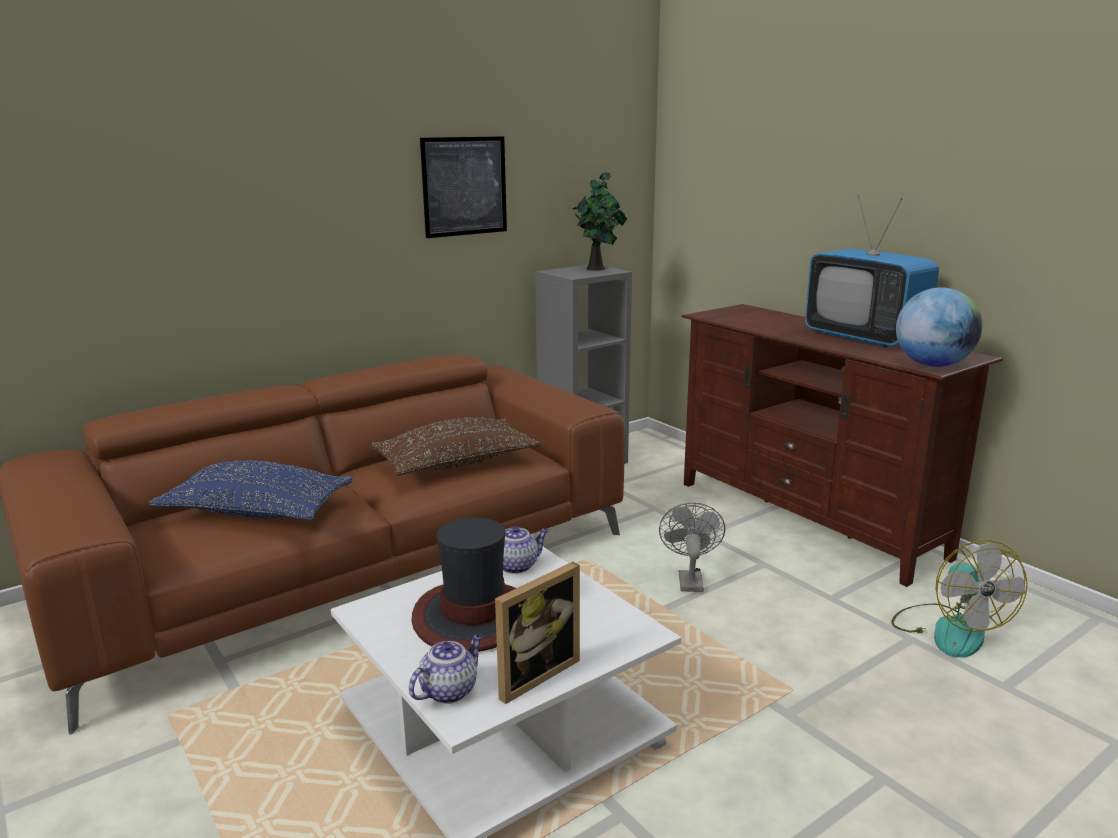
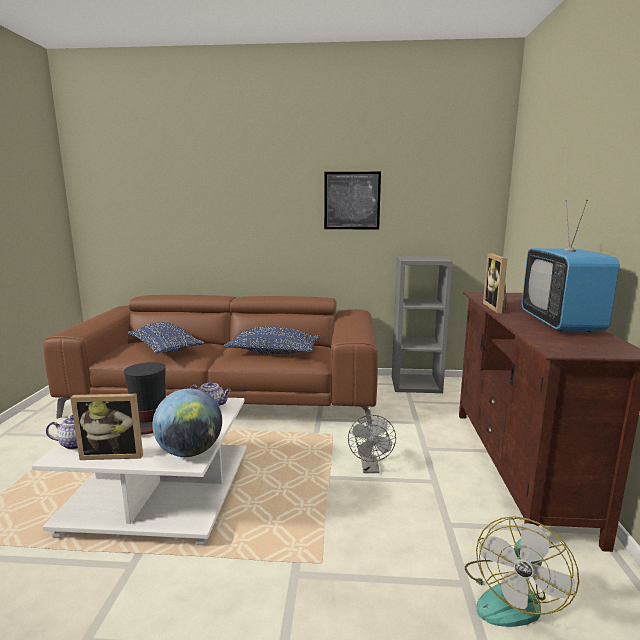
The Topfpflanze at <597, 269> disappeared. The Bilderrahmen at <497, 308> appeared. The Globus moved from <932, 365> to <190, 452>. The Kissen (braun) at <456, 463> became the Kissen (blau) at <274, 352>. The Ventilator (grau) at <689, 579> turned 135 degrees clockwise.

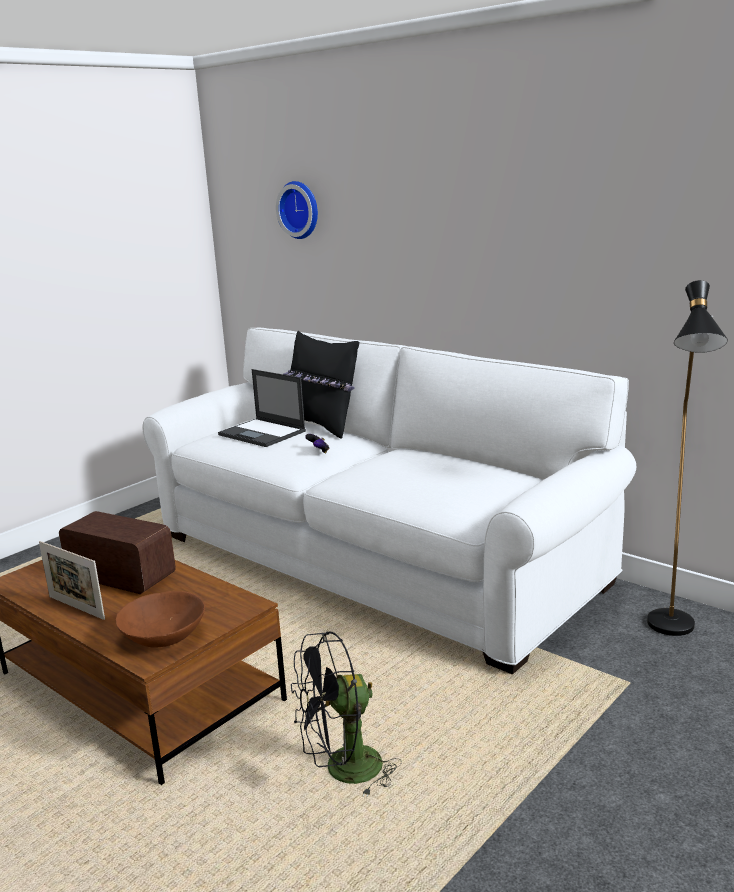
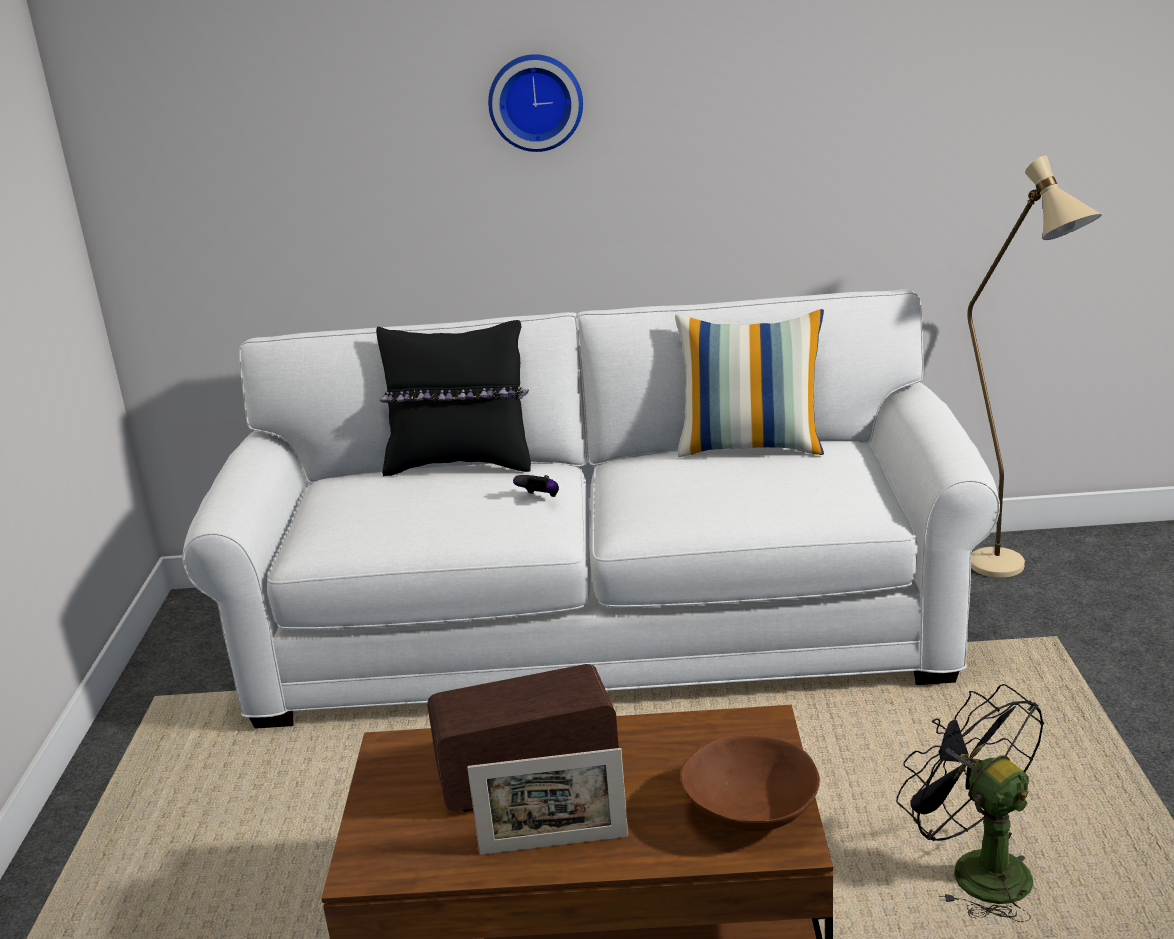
The Laptop at <263, 433> disappeared. The Kissen at <751, 446> appeared. The Wanduhr moved from <300, 209> to <536, 102>. The Stehlampe (schwarz) at <673, 633> became the Stehlampe (beige) at <1012, 572>. The Ventilator (schwarz) at <343, 771> turned 120 degrees clockwise.

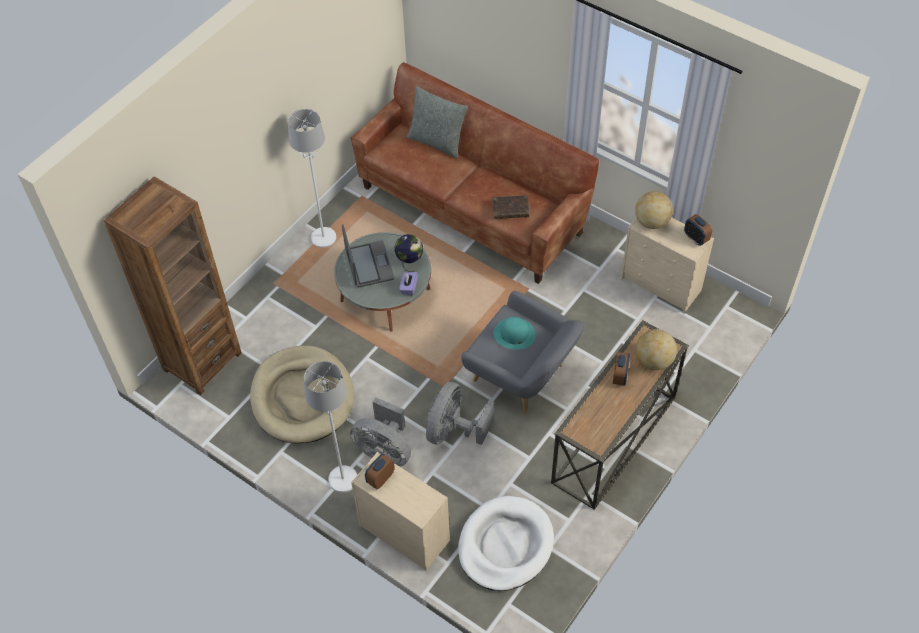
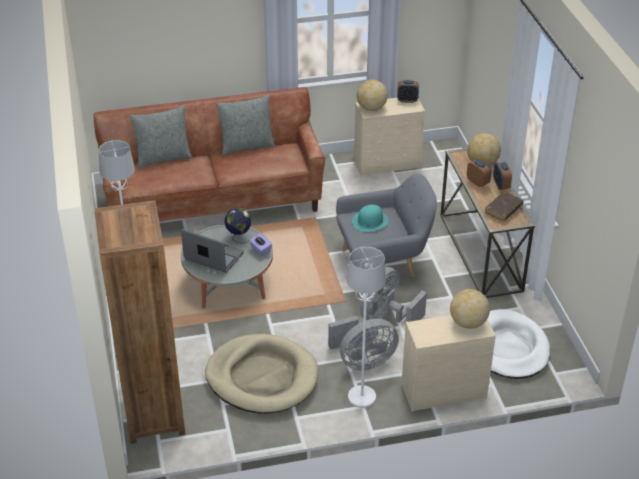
The Kissen (grau) at <247, 146> appeared. The Globus at <468, 323> appeared. The Wecker moved from <380, 478> to <501, 185>. The Buch (braun) moved from <510, 210> to <503, 210>. The Ventilator (grau) at <453, 430> turned 60 degrees clockwise.

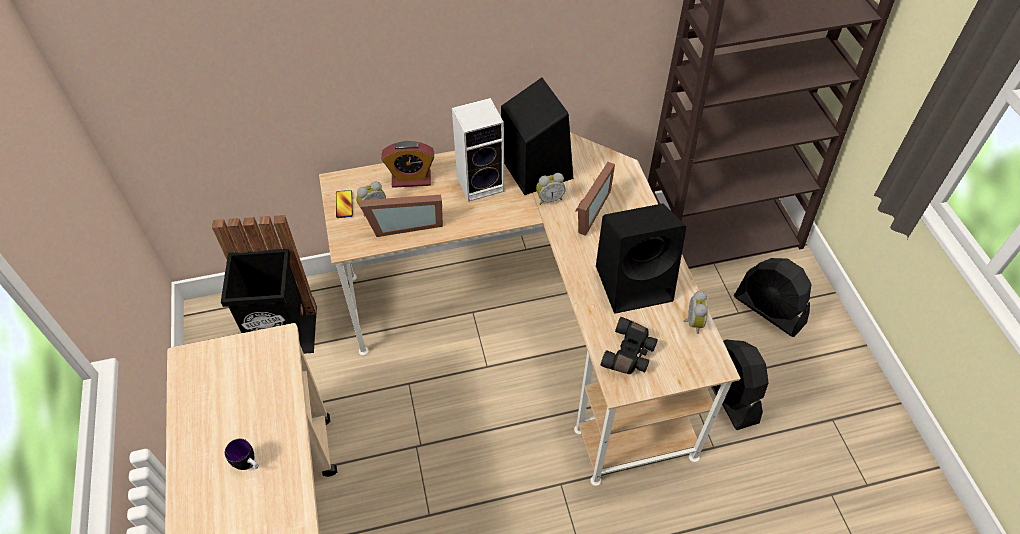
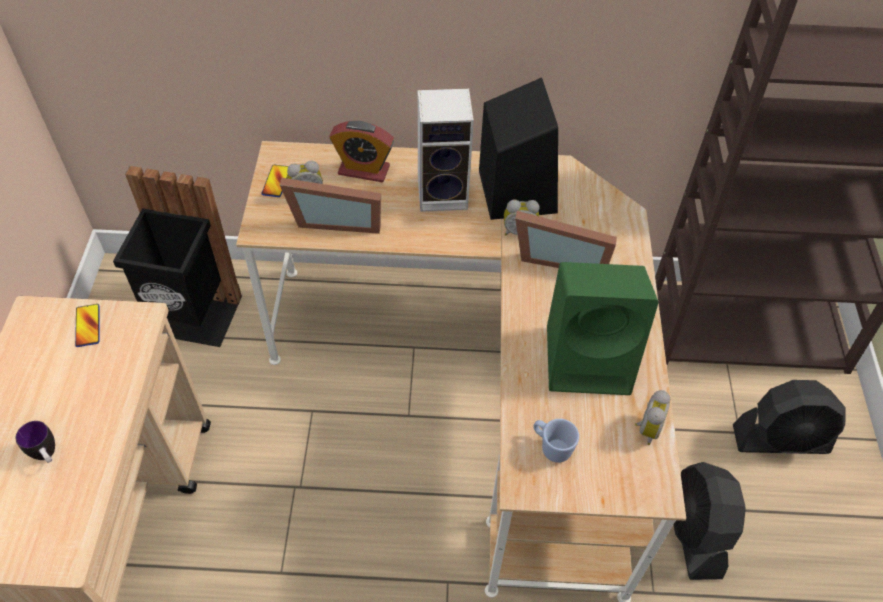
The Handy at <88, 326> appeared. The Fernglas (schwarz) at <630, 354> was replaced by the Henkelbecher (blau) at <551, 447>. The Lautsprecher (schwarz) at <635, 282> became the Lautsprecher (grün) at <590, 359>. The Bilderrahmen at <586, 212> turned 60 degrees clockwise. The Ventilator (schwarz) at <769, 310> turned 60 degrees counterclockwise.

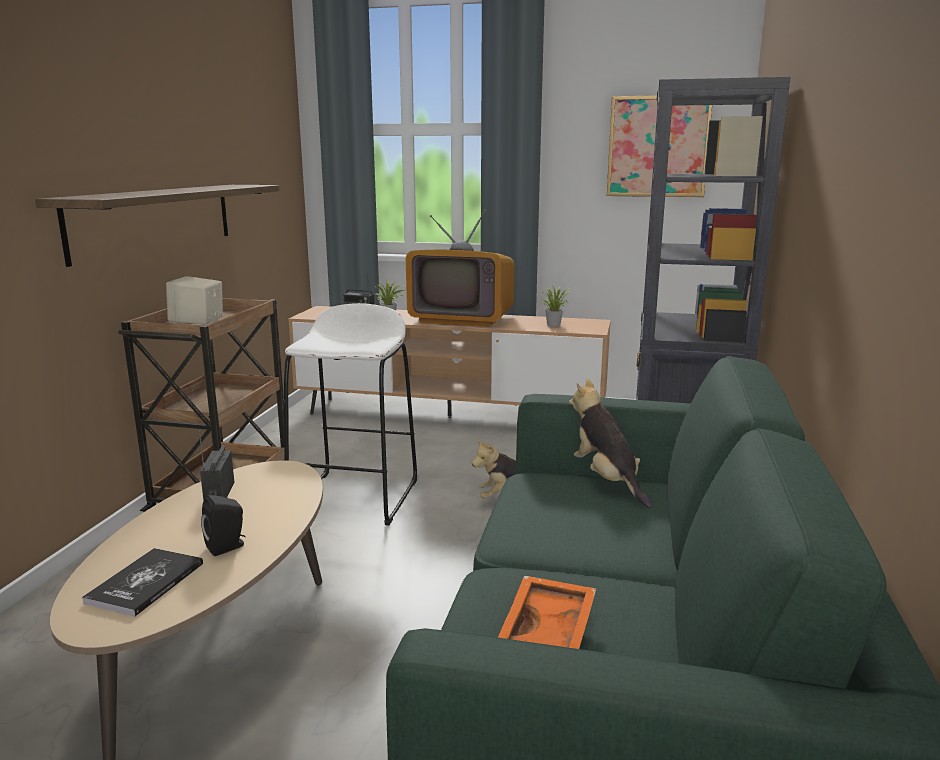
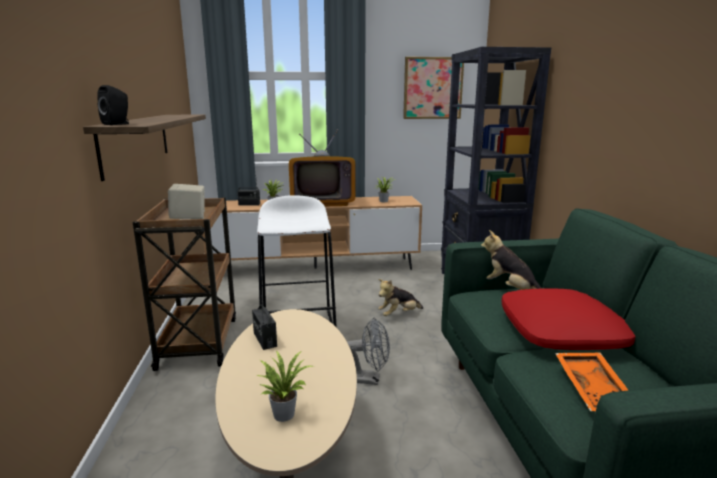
The Ventilator (grau) at <369, 379> appeared. The Kissen (rot) at <561, 332> appeared. The Lautsprecher (schwarz) moved from <227, 547> to <118, 124>. The Buch at <145, 583> was replaced by the Topfpflanze at <284, 413>.

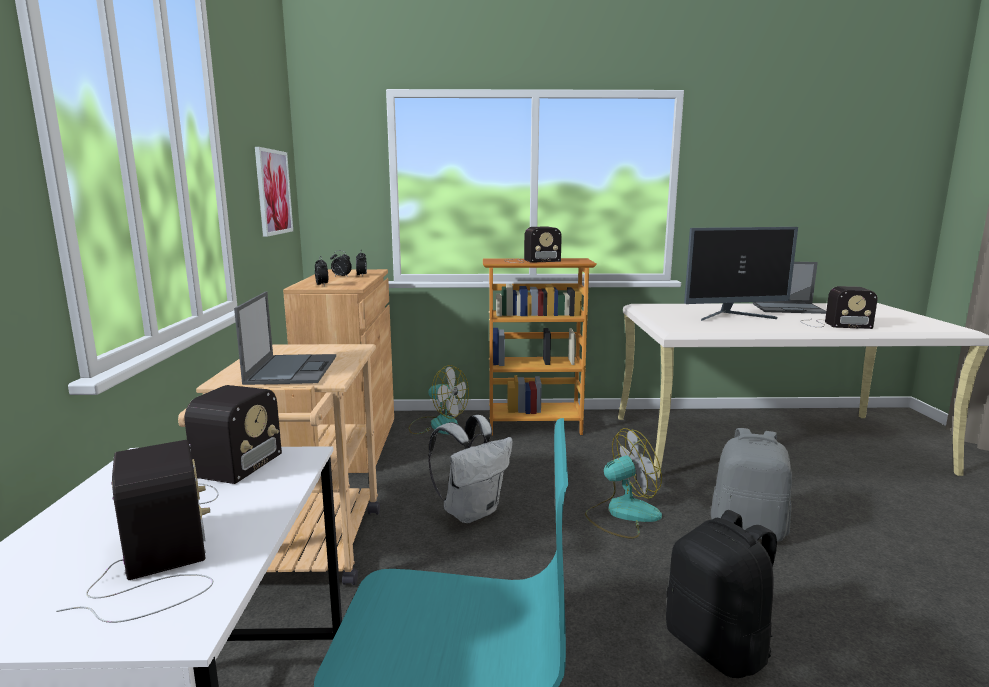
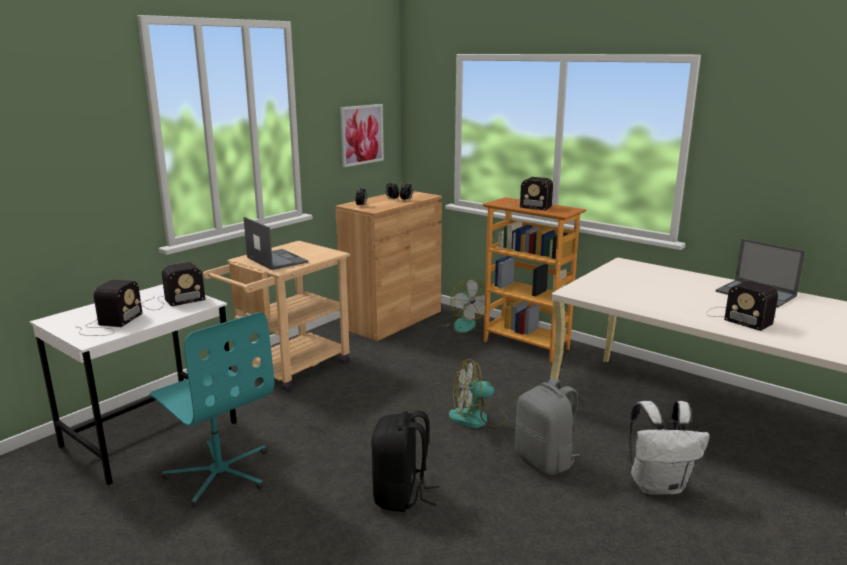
The Monitor at <733, 316> disappeared. The Rucksack (weiß) moved from <471, 511> to <658, 485>. The Laptop at <292, 369> turned 75 degrees counterclockwise. The Ventilator at <622, 514> turned 150 degrees clockwise.

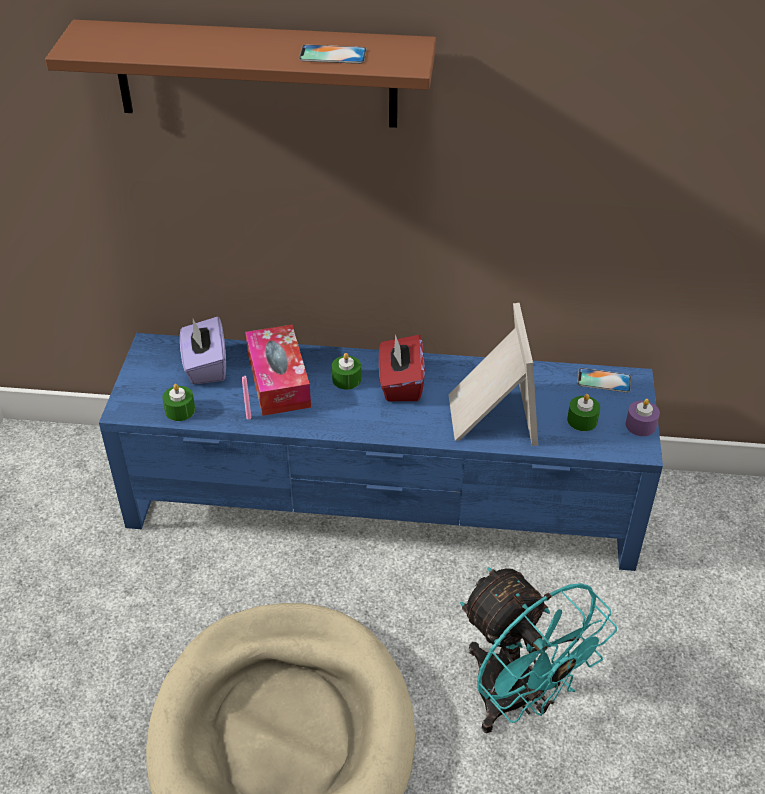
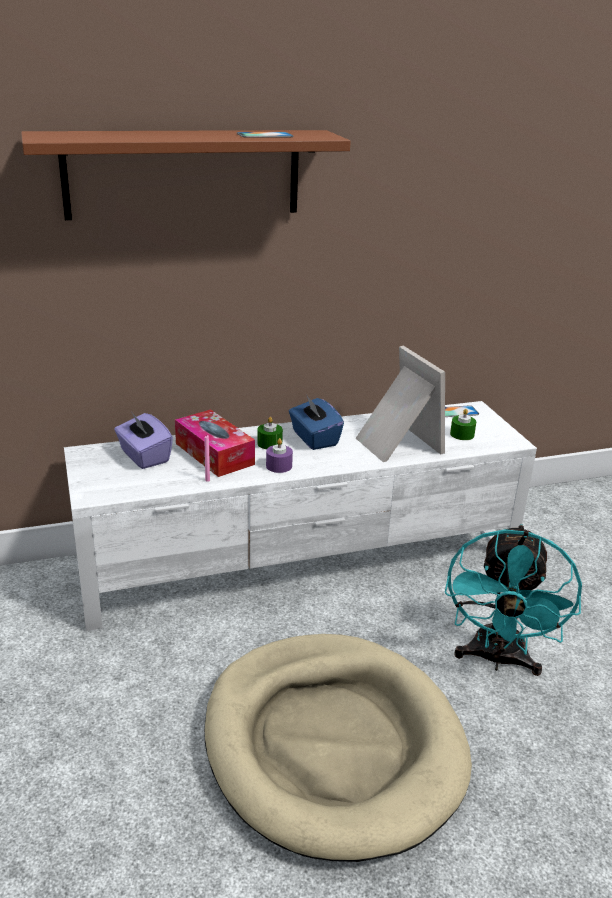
The Kerze (grün) at <180, 410> disappeared. The Kerze (lila) moved from <640, 425> to <279, 466>. The Fernsehschrank (blau) at <385, 501> became the Fernsehschrank (weiß) at <303, 558>. The Taschentuchbox (rot) at <400, 383> became the Taschentuchbox (blau) at <314, 438>. The Ventilator (türkis) at <517, 700> turned 75 degrees clockwise.

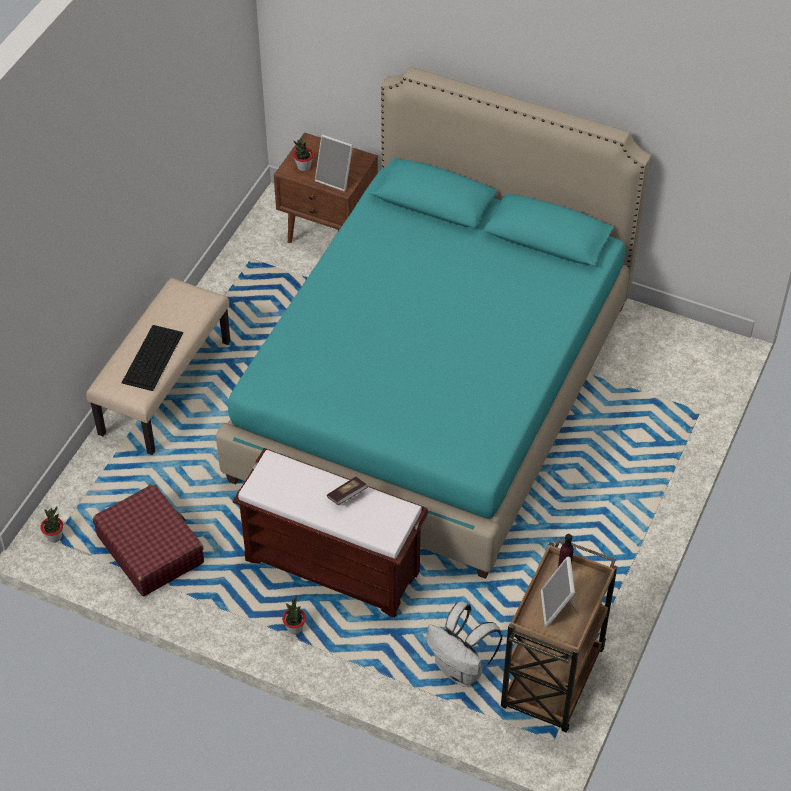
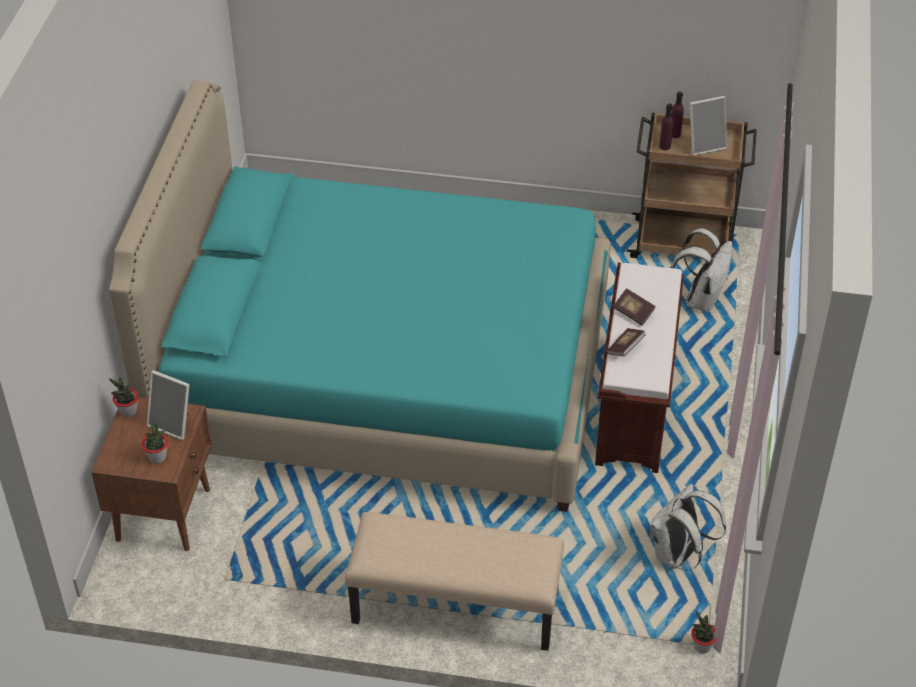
The Tastatur at <152, 357> disappeared. The Buch at <625, 348> appeared. The Flasche (lila) at <675, 134> appeared. The Topfpflanze moved from <295, 628> to <128, 411>. The Koffer (rot) at <150, 548> was replaced by the Rucksack (weiß) at <678, 555>. The Bilderrahmen at <335, 179> turned 105 degrees clockwise.

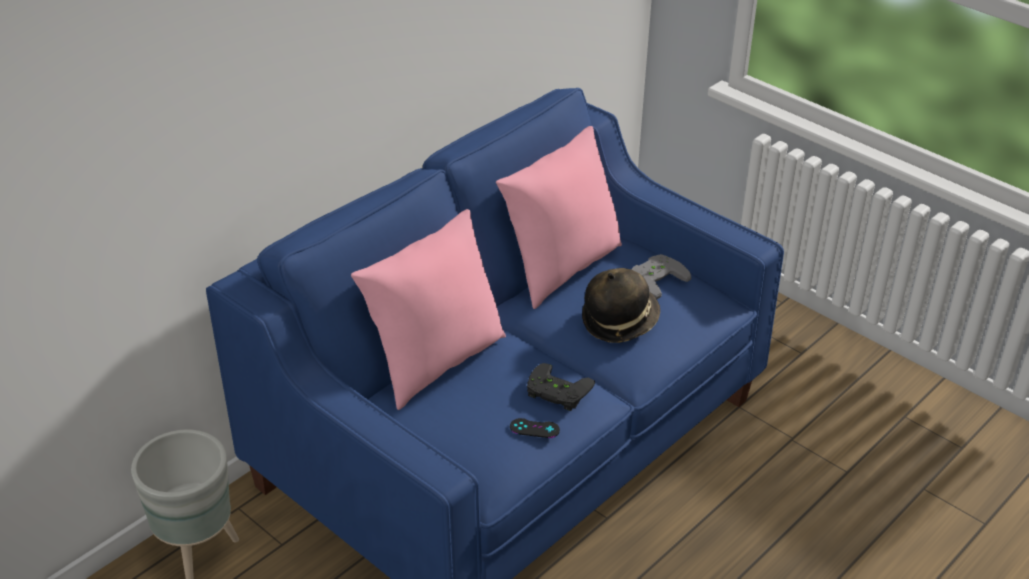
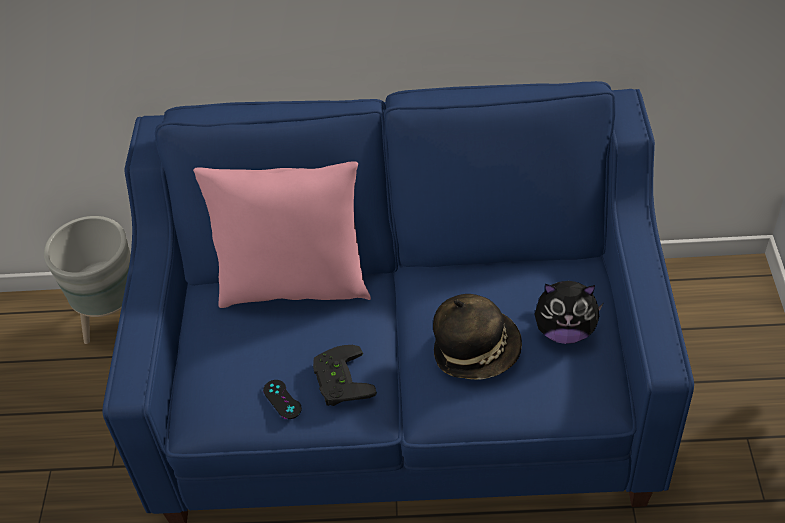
The Kissen (rosa) at <560, 269> disappeared. The Gamepad (grau) at <655, 278> was replaced by the Plüschtier at <564, 331>.

